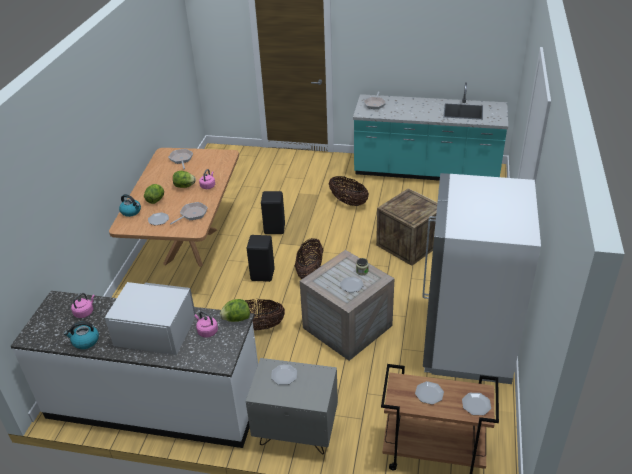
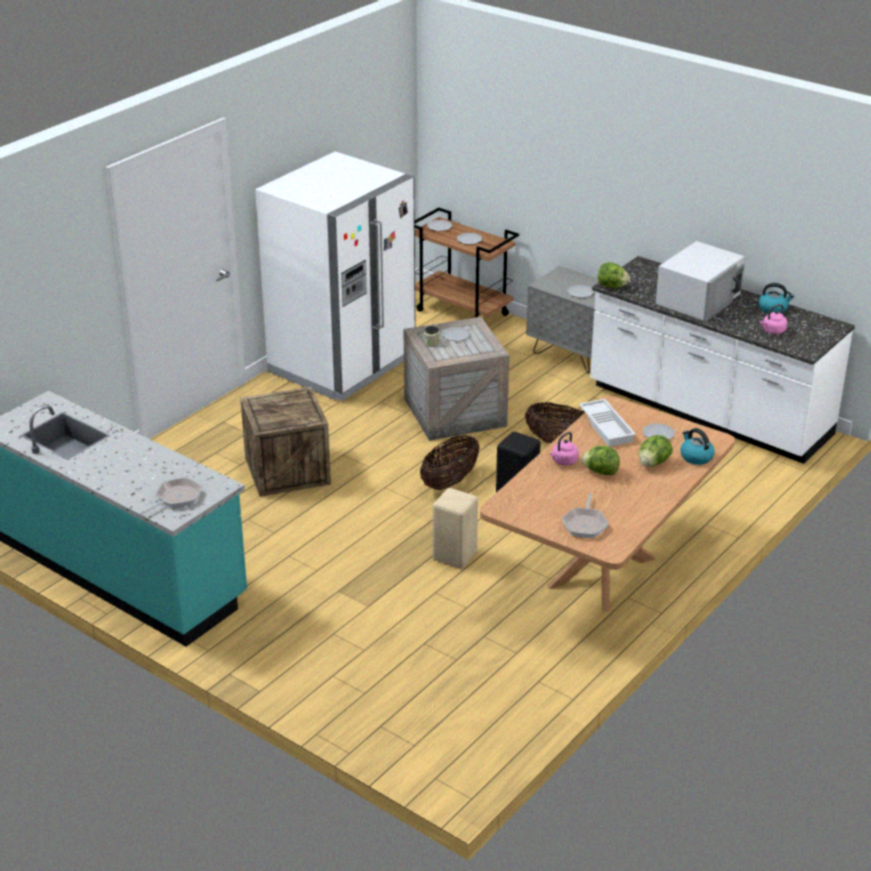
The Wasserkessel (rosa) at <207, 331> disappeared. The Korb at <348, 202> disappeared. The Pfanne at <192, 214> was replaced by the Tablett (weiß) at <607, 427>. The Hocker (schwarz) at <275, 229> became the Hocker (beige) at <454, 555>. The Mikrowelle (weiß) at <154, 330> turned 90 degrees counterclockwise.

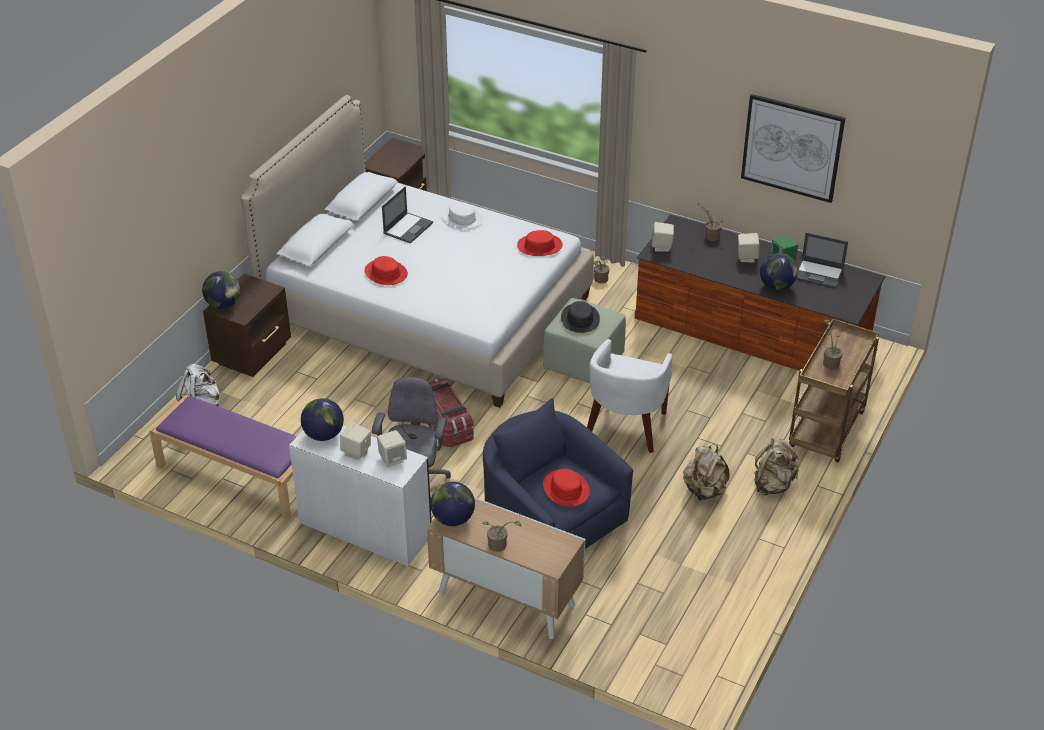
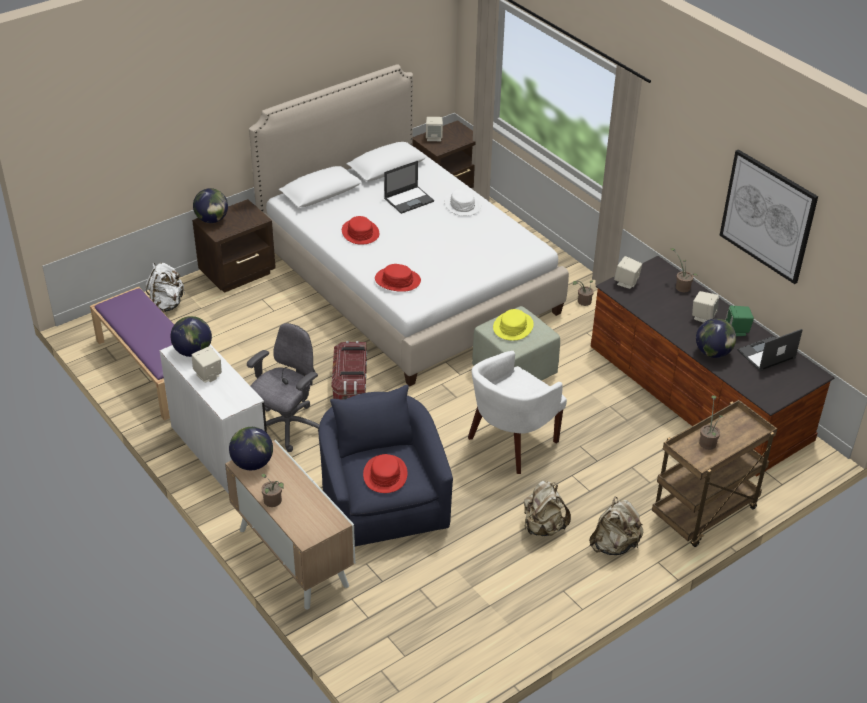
The Lautsprecher (beige) moved from <392, 459> to <434, 138>. The Hut (rot) moved from <539, 246> to <397, 280>. The Hut (schwarz) at <580, 319> became the Hut (gelb) at <513, 326>. The Laptop at <819, 274> turned 105 degrees clockwise.

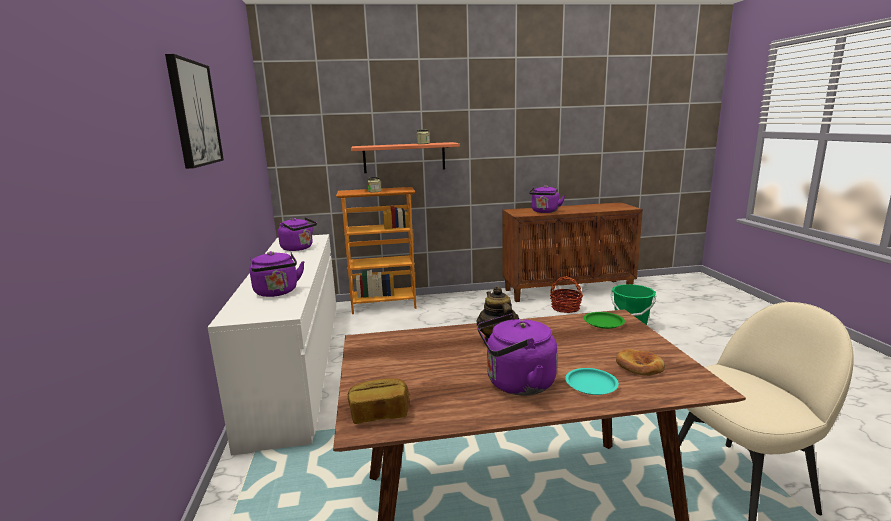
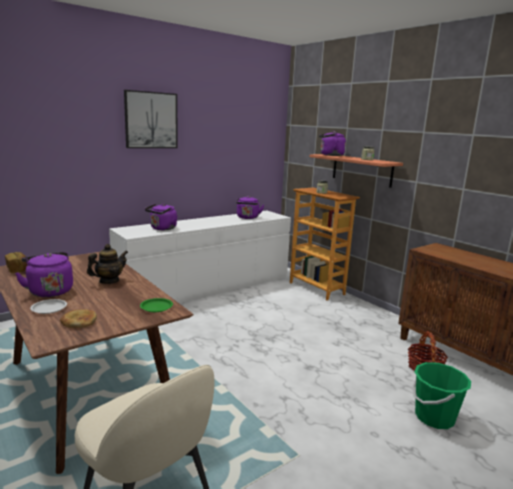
The Wasserkessel (lila) moved from <544, 212> to <330, 155>. The Teller (türkis) at <591, 385> became the Teller (weiß) at <49, 309>.

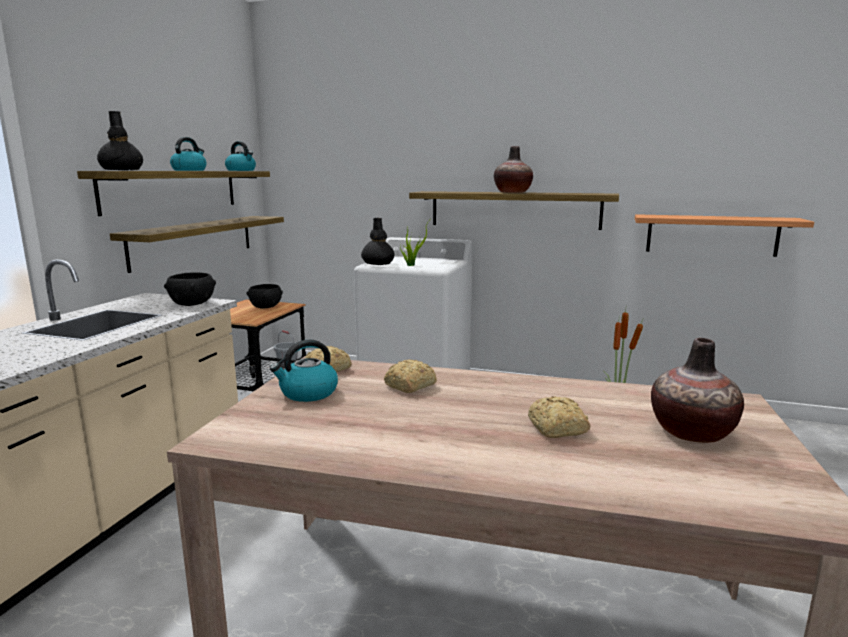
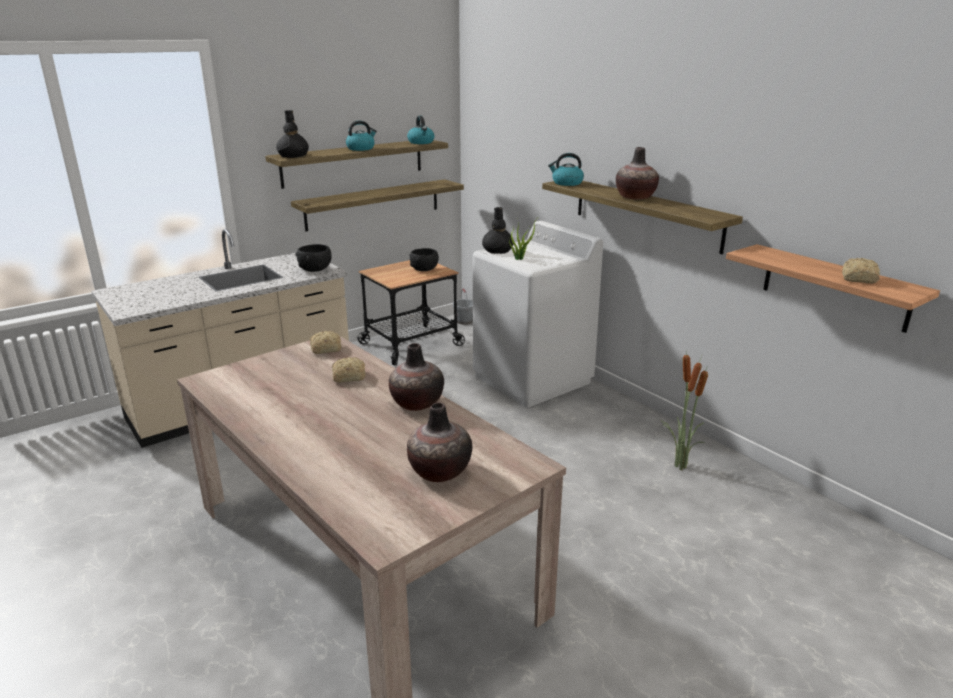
The Vase at <417, 403> appeared. The Wasserkessel moved from <308, 393> to <566, 183>. The Brot moved from <556, 429> to <858, 279>.

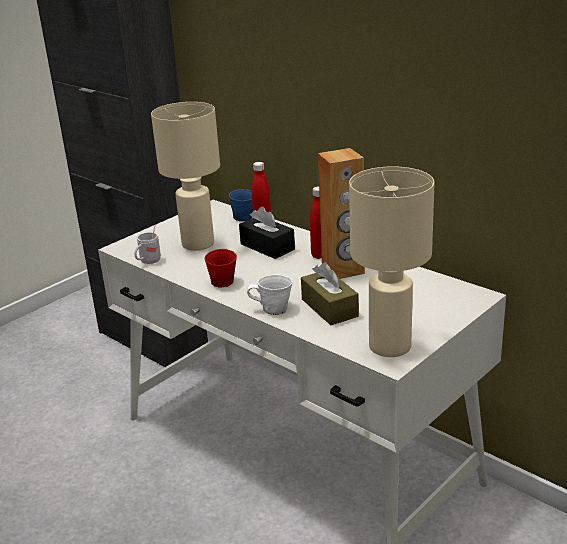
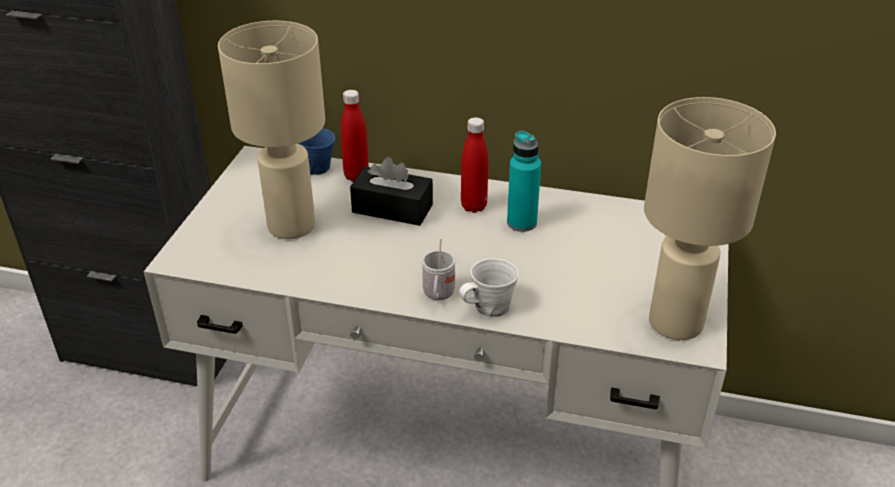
The Henkelbecher (rot) at <223, 281> disappeared. The Taschentuchbox (braun) at <329, 308> disappeared. The Henkelbecher (weiß) moved from <148, 262> to <438, 296>. The Lautsprecher (braun) at <343, 270> was replaced by the Flasche (türkis) at <521, 223>.

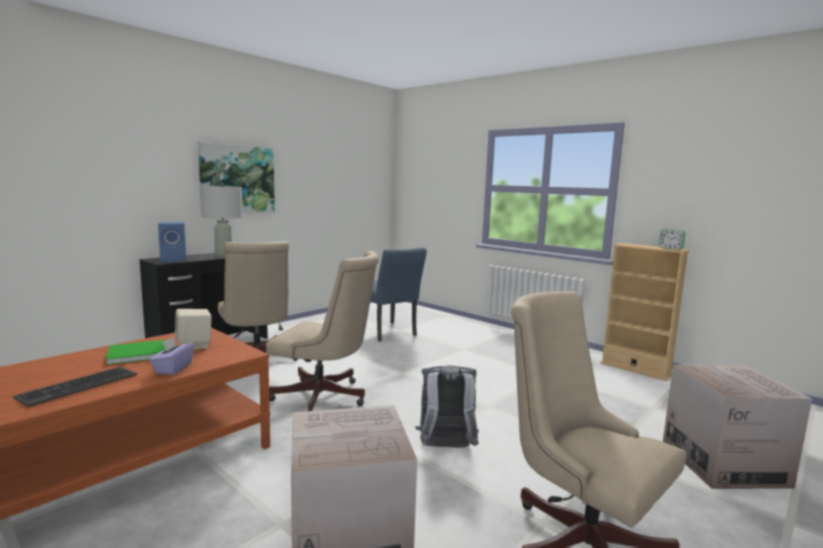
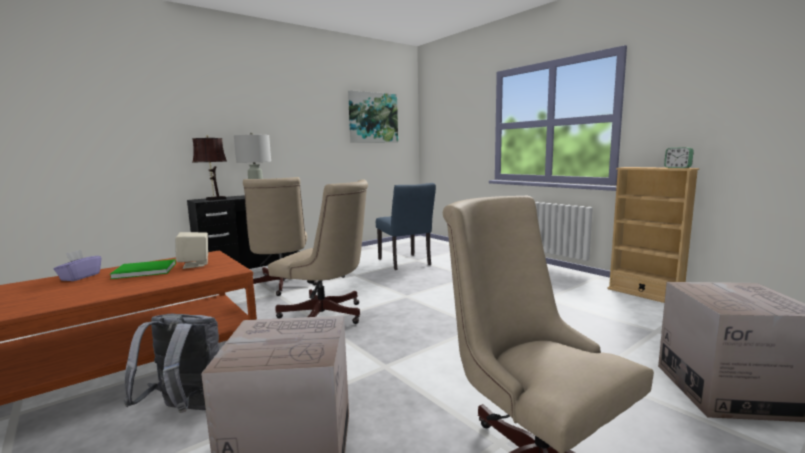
The Tastatur at <78, 386> disappeared. The Taschentuchbox (lila) moved from <173, 369> to <80, 277>. The Bild moved from <237, 179> to <373, 118>. The Rucksack (grau) moved from <445, 449> to <186, 410>. The Lautsprecher (blau) at <174, 259> was replaced by the Tischlampe (braun) at <214, 199>.

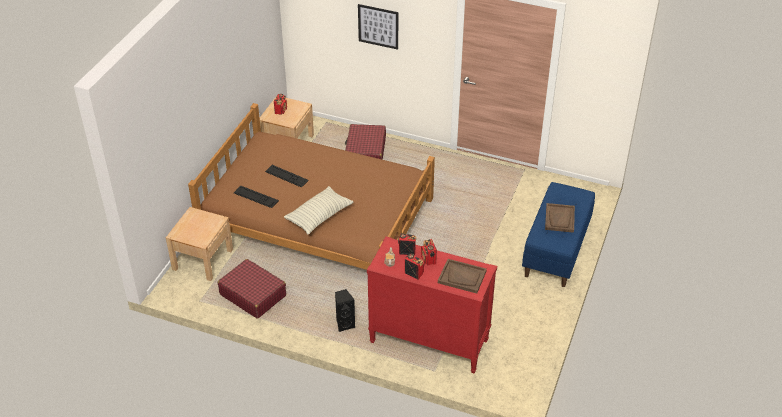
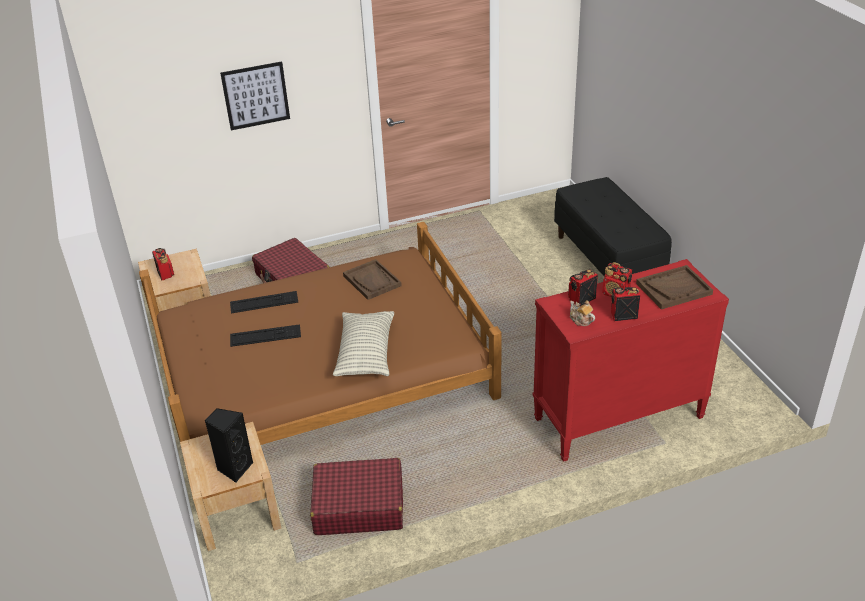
The Tastatur moved from <256, 197> to <264, 302>. The Lautsprecher (schwarz) moved from <344, 324> to <234, 468>. The Tablett (braun) moved from <559, 219> to <372, 281>. The Bank (blau) at <556, 250> became the Bank (schwarz) at <608, 261>.

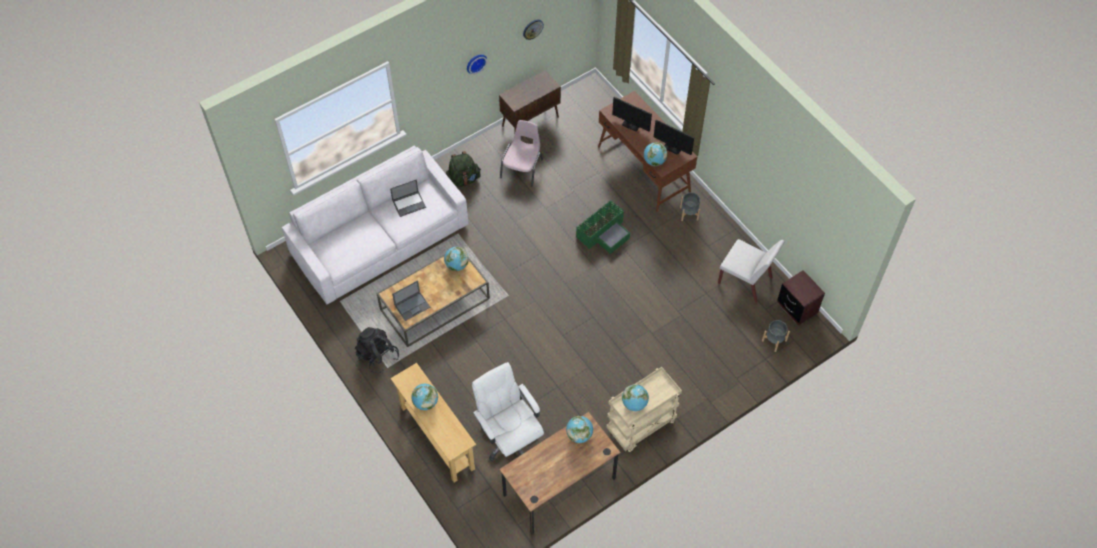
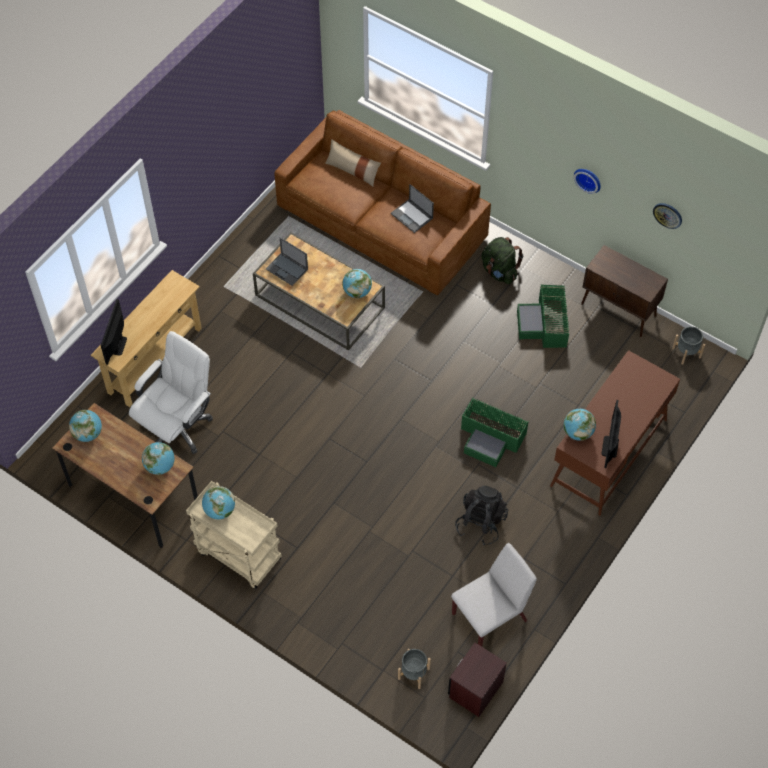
The Kissen (beige) at <352, 170> appeared. The Rucksack (schwarz) moved from <377, 356> to <481, 523>. The Globus moved from <425, 402> to <88, 433>. The Monitor moved from <631, 124> to <117, 345>. The Pflanzkübel (grau) moved from <689, 213> to <686, 353>. The Stuhl (rosa) at <522, 168> was replaced by the Aufbewahrungsbox (grün) at <545, 324>. The Sofa (weiß) at <380, 239> became the Sofa (braun) at <381, 223>. The Stuhl (weiß) at <745, 281> turned 135 degrees counterclockwise.

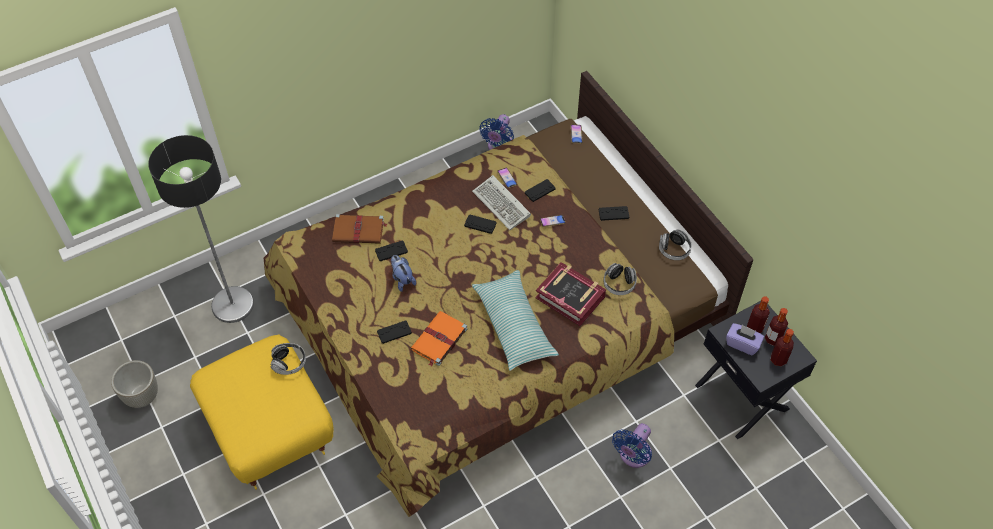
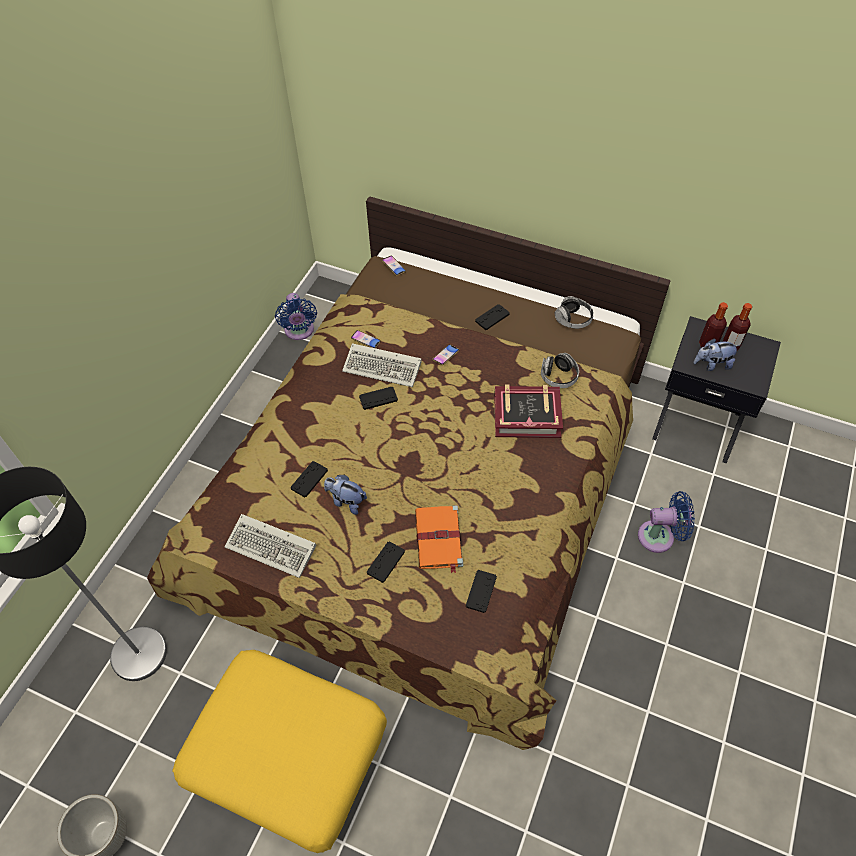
The Kopfhörer at <289, 363> disappeared. The Buch (braun) at <359, 230> disappeared. The Kissen at <514, 325> disappeared. The Flasche at <778, 359> disappeared. The Tastatur at <273, 547> appeared. The Gamepad (schwarz) moved from <540, 191> to <481, 591>. The Taschentuchbox (lila) at <742, 344> was replaced by the Plüschtier at <712, 364>. The Ventilator (blau) at <633, 456> turned 90 degrees counterclockwise.

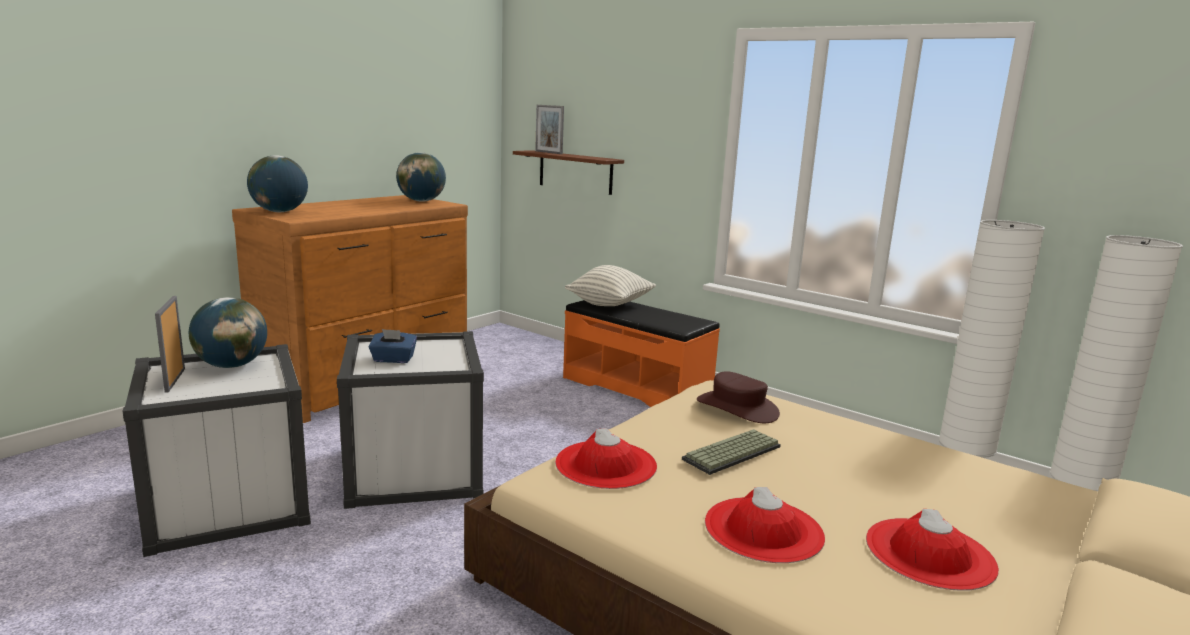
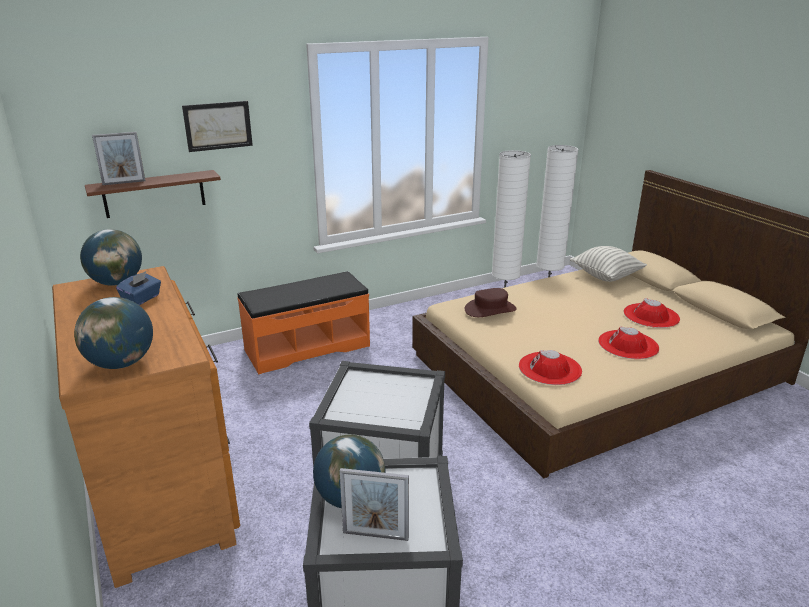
The Tastatur at <732, 454> disappeared. The Bild at <218, 126> appeared. The Taschentuchbox (blau) moved from <393, 359> to <142, 299>. The Kissen moved from <610, 305> to <606, 276>.

